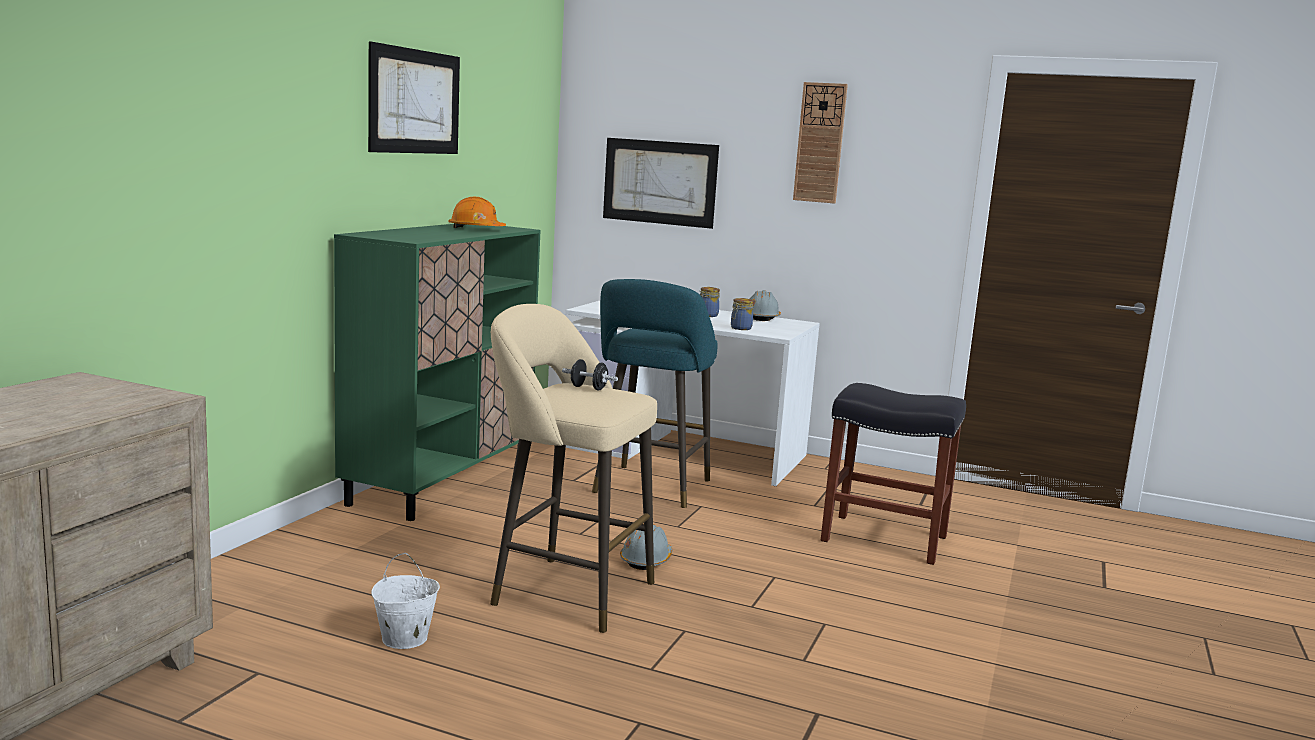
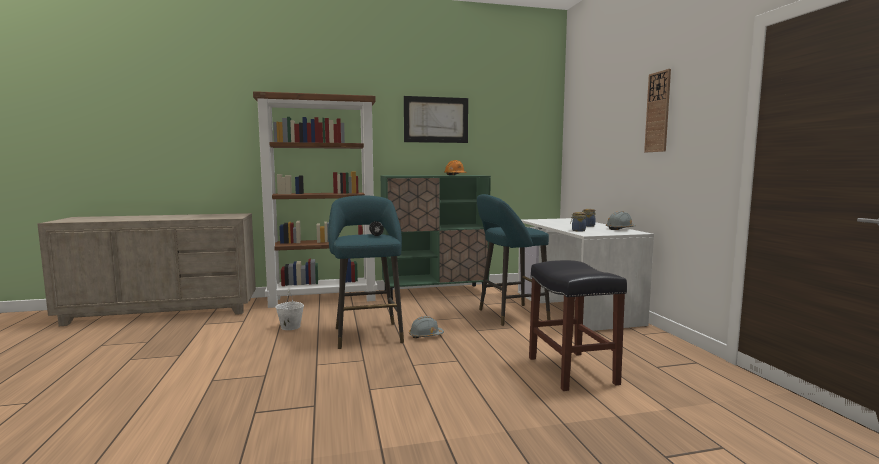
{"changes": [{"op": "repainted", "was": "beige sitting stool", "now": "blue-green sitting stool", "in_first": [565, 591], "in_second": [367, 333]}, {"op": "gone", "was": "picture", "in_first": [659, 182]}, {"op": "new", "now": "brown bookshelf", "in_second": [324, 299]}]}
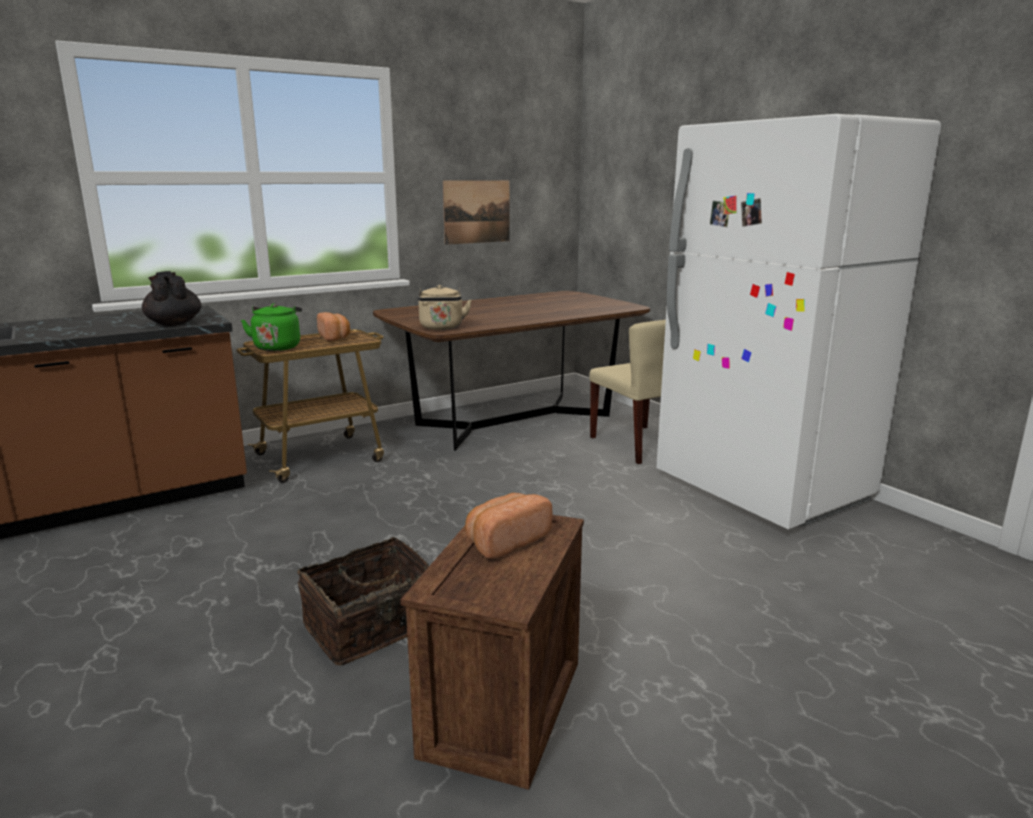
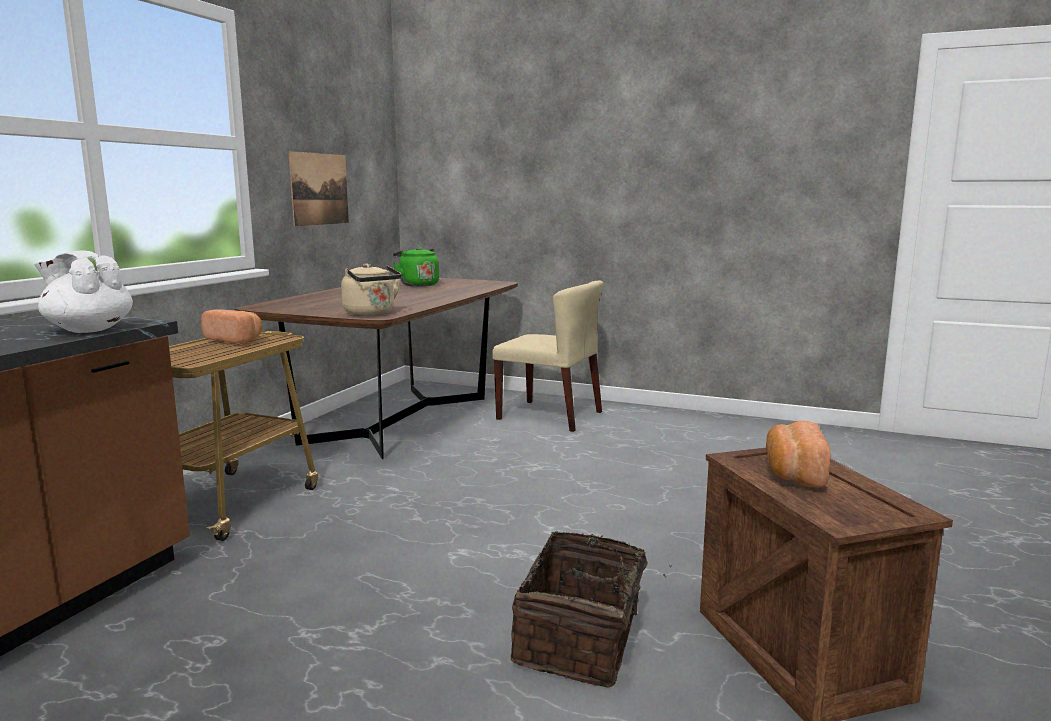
{"changes": [{"op": "repainted", "was": "blackish teapot", "now": "white teapot", "in_first": [174, 323], "in_second": [88, 330]}, {"op": "shifted", "was": "green-coloured water kettle", "in_first": [277, 347], "in_second": [417, 285]}, {"op": "gone", "was": "white refrigerator", "in_first": [762, 489]}]}
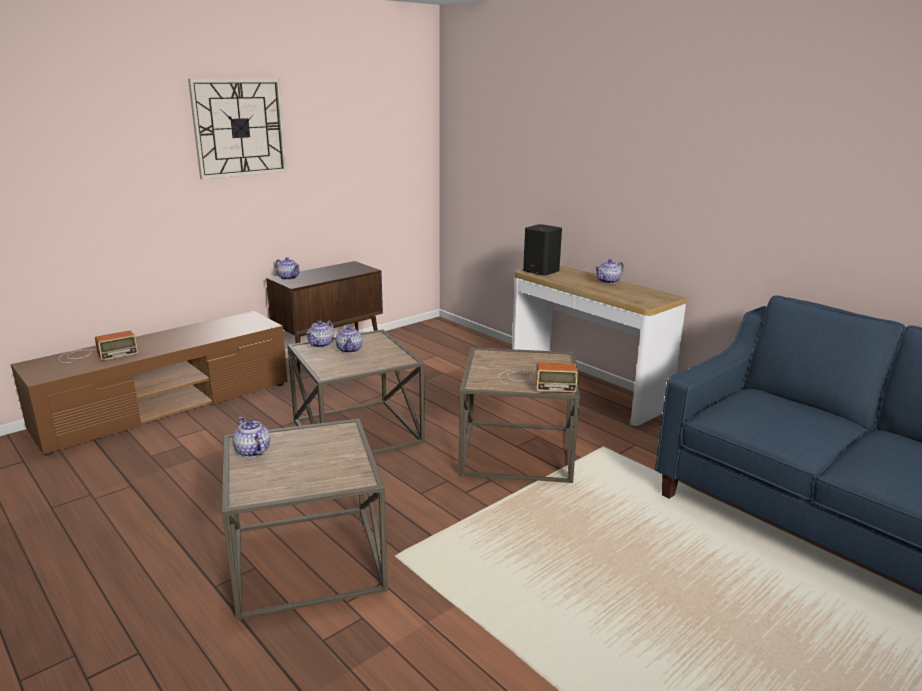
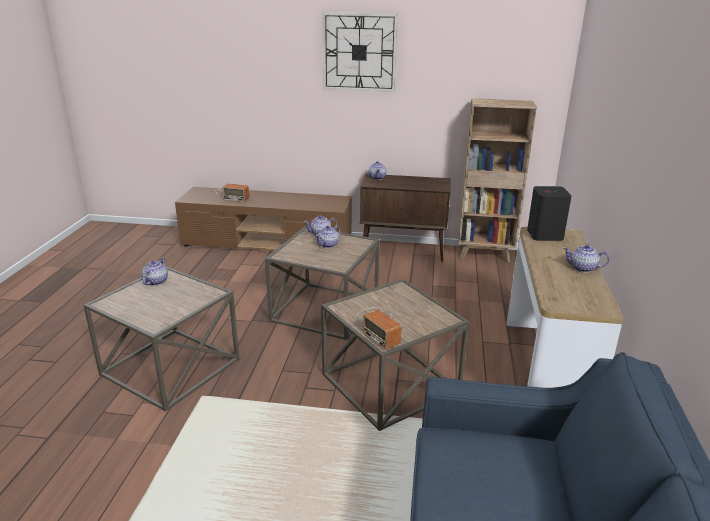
{"changes": [{"op": "new", "now": "brown bookshelf", "in_second": [485, 255]}]}
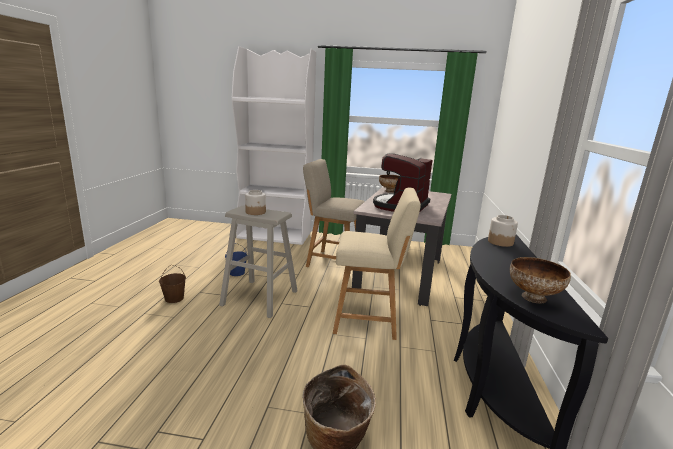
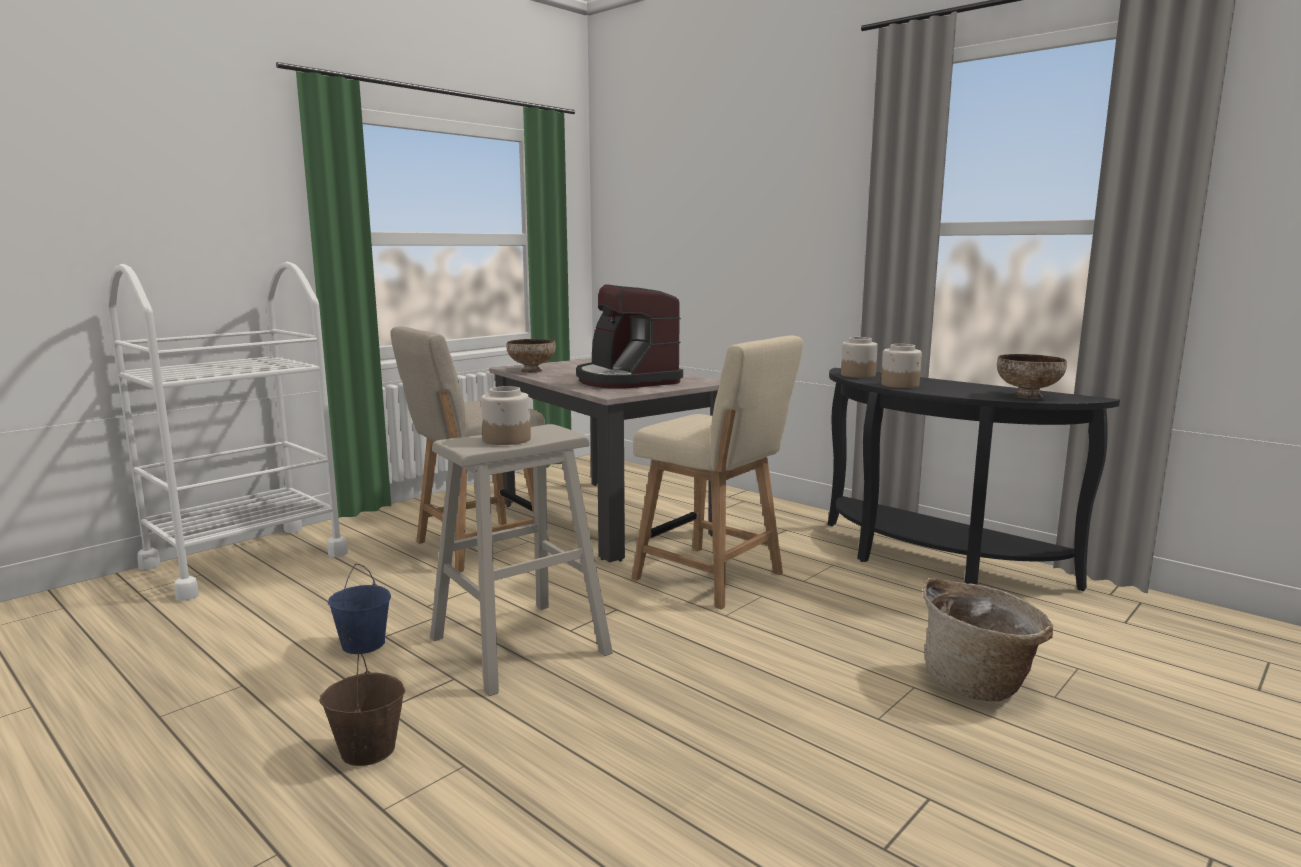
{"changes": [{"op": "swapped", "was": "white bookshelf", "now": "white wheeled cart", "in_first": [275, 235], "in_second": [245, 560]}, {"op": "rotated", "was": "beige chair", "in_first": [369, 320], "in_second": [714, 578], "clockwise": 90}, {"op": "new", "now": "storage jar", "in_second": [900, 385]}]}
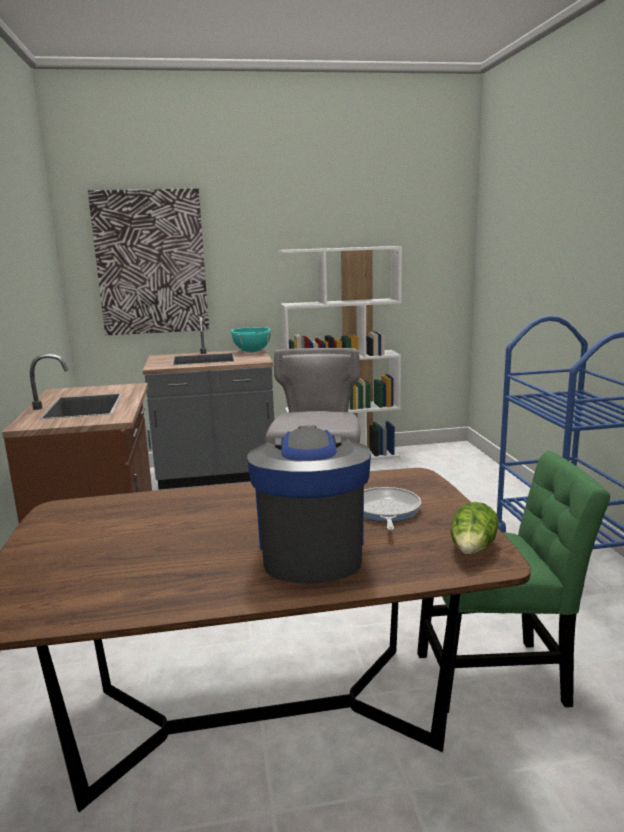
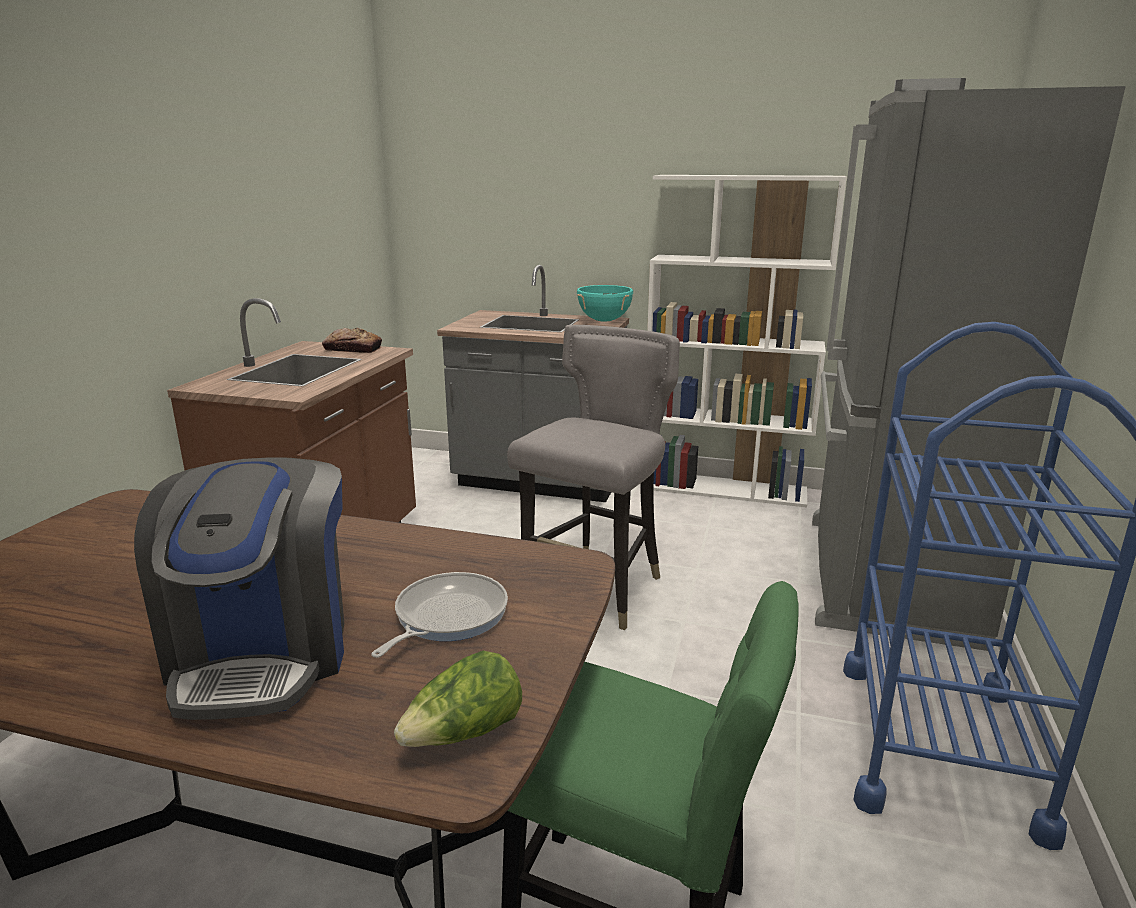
{"changes": [{"op": "gone", "was": "picture", "in_first": [151, 263]}, {"op": "rotated", "was": "coffee machine", "in_first": [311, 549], "in_second": [264, 652], "clockwise": 150}, {"op": "new", "now": "bread", "in_second": [352, 349]}, {"op": "new", "now": "gray refrigerator", "in_second": [884, 578]}]}
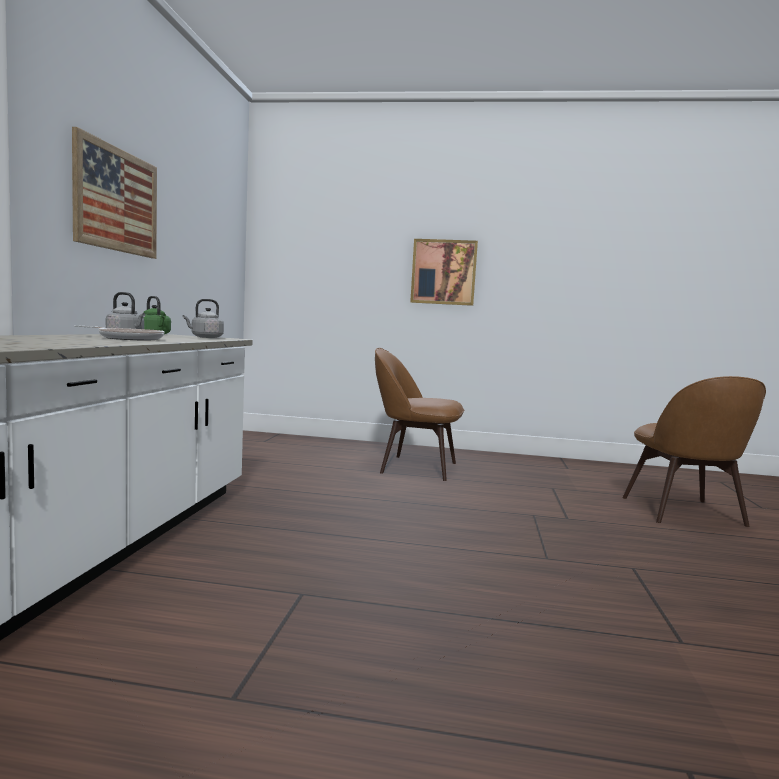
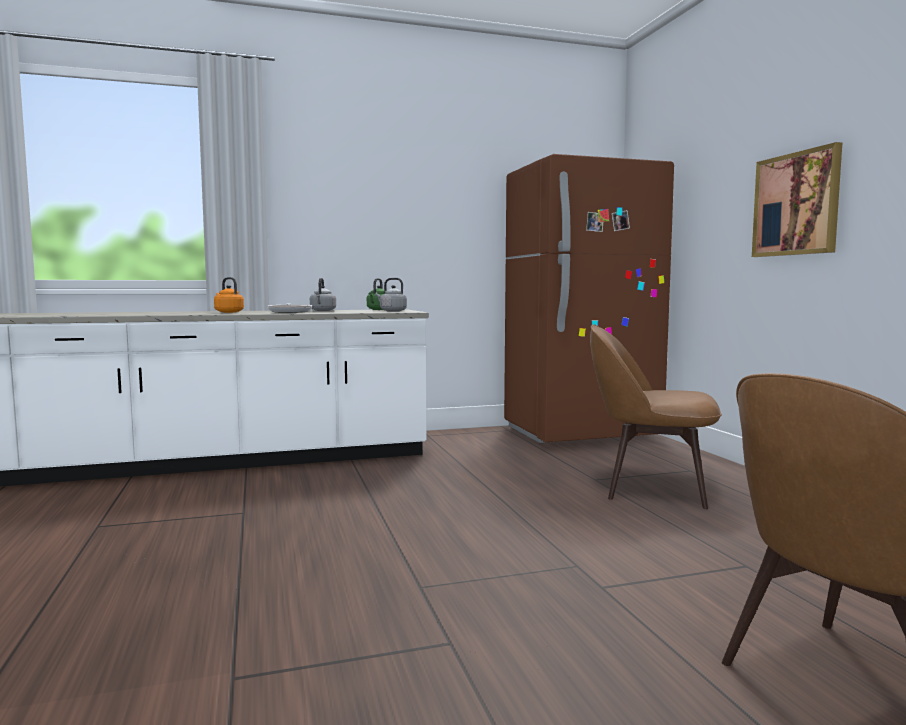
{"changes": [{"op": "gone", "was": "picture", "in_first": [117, 200]}, {"op": "rotated", "was": "brown chair", "in_first": [415, 467], "in_second": [651, 487], "clockwise": -60}, {"op": "new", "now": "orange water kettle", "in_second": [228, 312]}, {"op": "new", "now": "brown refrigerator", "in_second": [580, 433]}]}
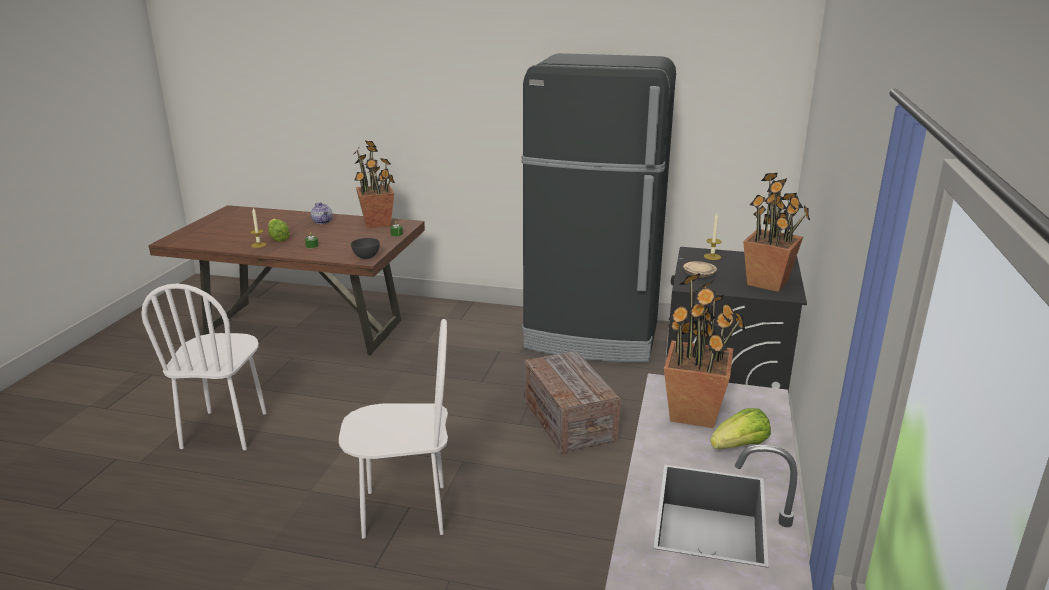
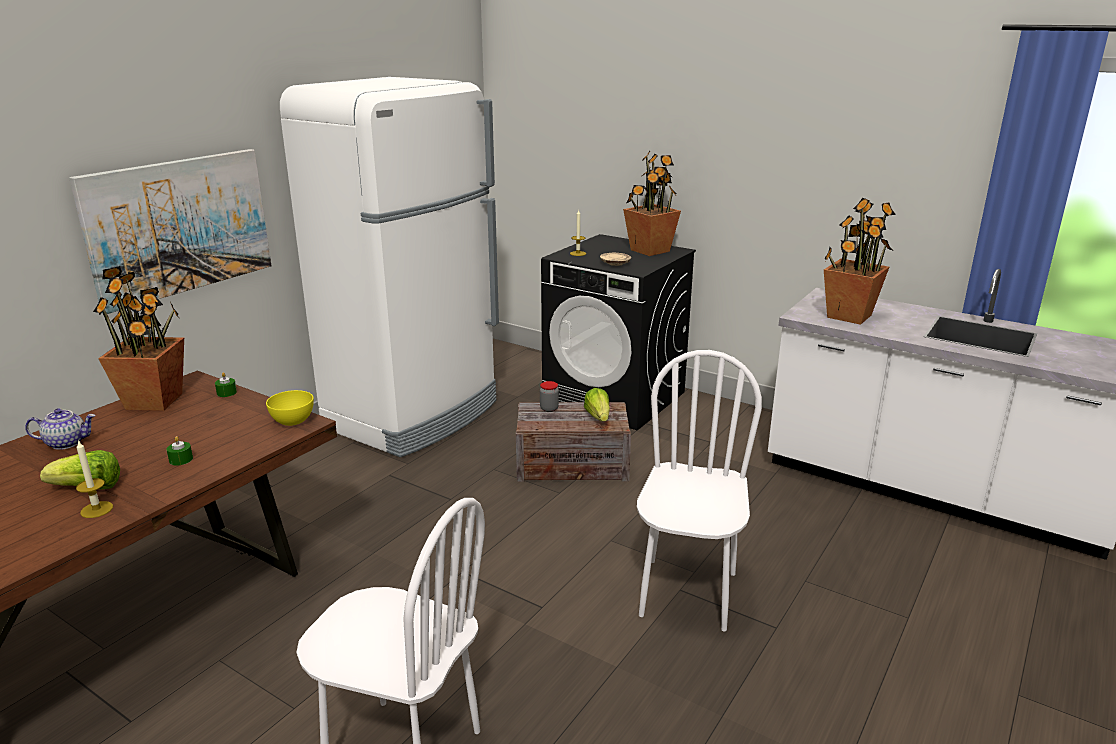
{"changes": [{"op": "repainted", "was": "gray serving bowl", "now": "yellow-coloured serving bowl", "in_first": [366, 257], "in_second": [293, 421]}, {"op": "repainted", "was": "blackish refrigerator", "now": "white refrigerator", "in_first": [592, 337], "in_second": [414, 415]}, {"op": "shifted", "was": "lettuce head", "in_first": [740, 446], "in_second": [598, 416]}, {"op": "new", "now": "picture", "in_second": [179, 226]}, {"op": "new", "now": "storage jar", "in_second": [549, 409]}]}
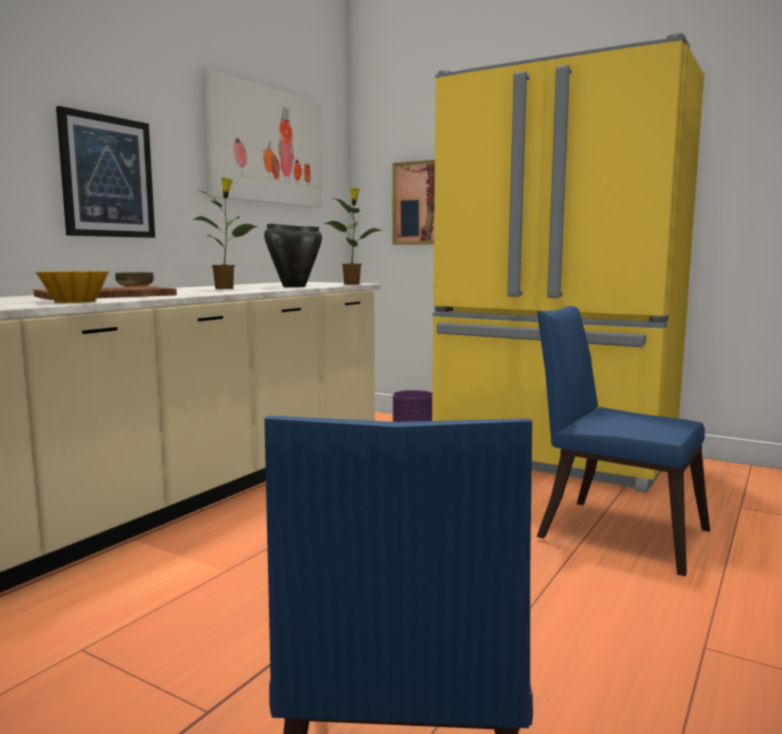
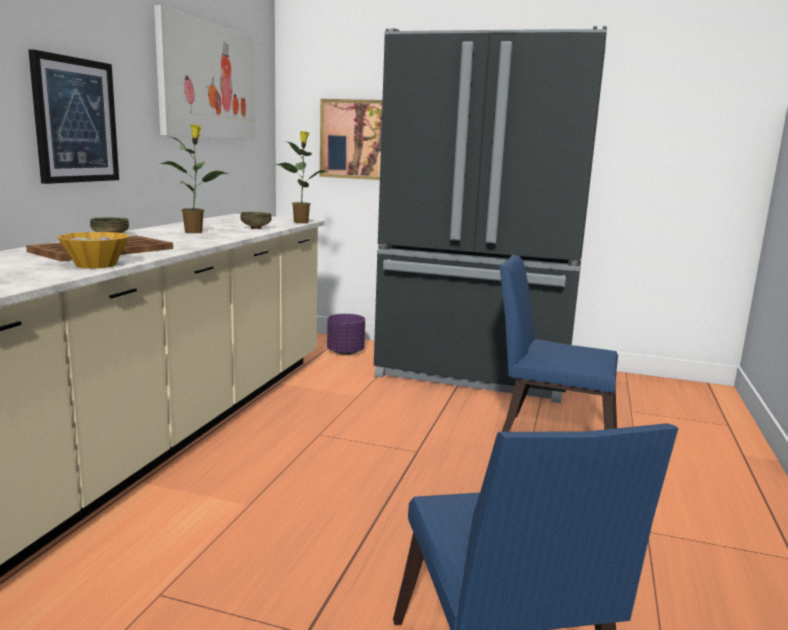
{"changes": [{"op": "swapped", "was": "blackish cooking pot", "now": "serving bowl", "in_first": [293, 287], "in_second": [255, 228]}, {"op": "repainted", "was": "yellow-coloured refrigerator", "now": "blackish refrigerator", "in_first": [553, 457], "in_second": [475, 373]}]}
